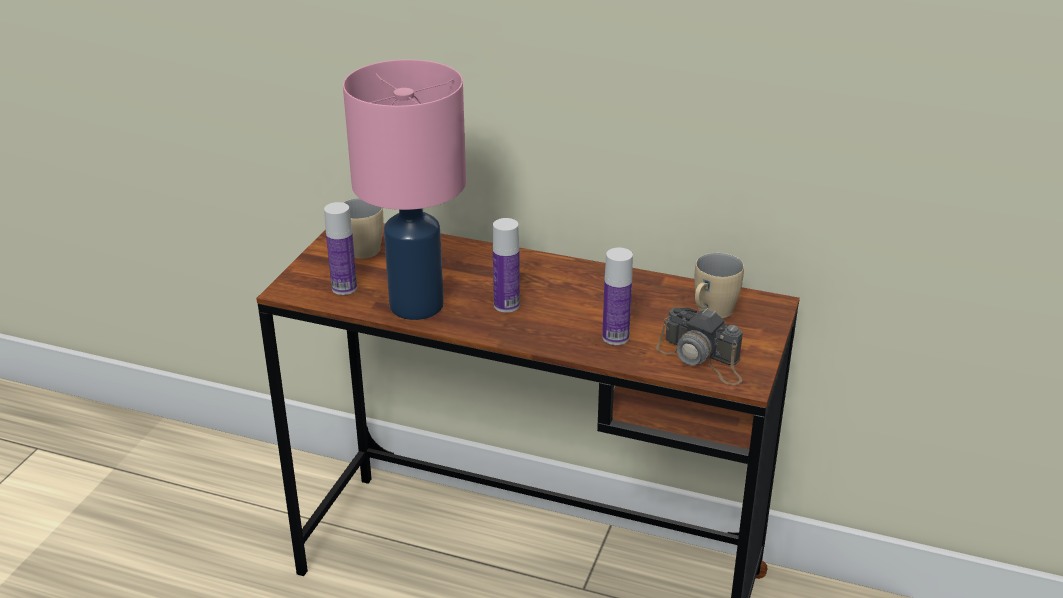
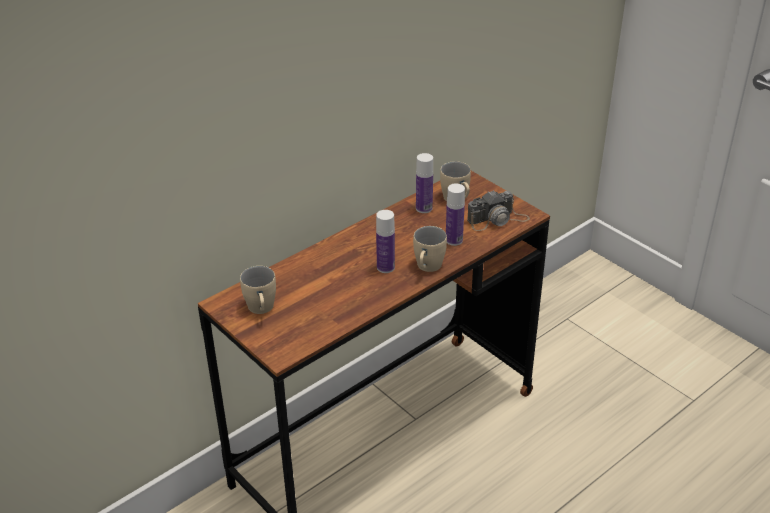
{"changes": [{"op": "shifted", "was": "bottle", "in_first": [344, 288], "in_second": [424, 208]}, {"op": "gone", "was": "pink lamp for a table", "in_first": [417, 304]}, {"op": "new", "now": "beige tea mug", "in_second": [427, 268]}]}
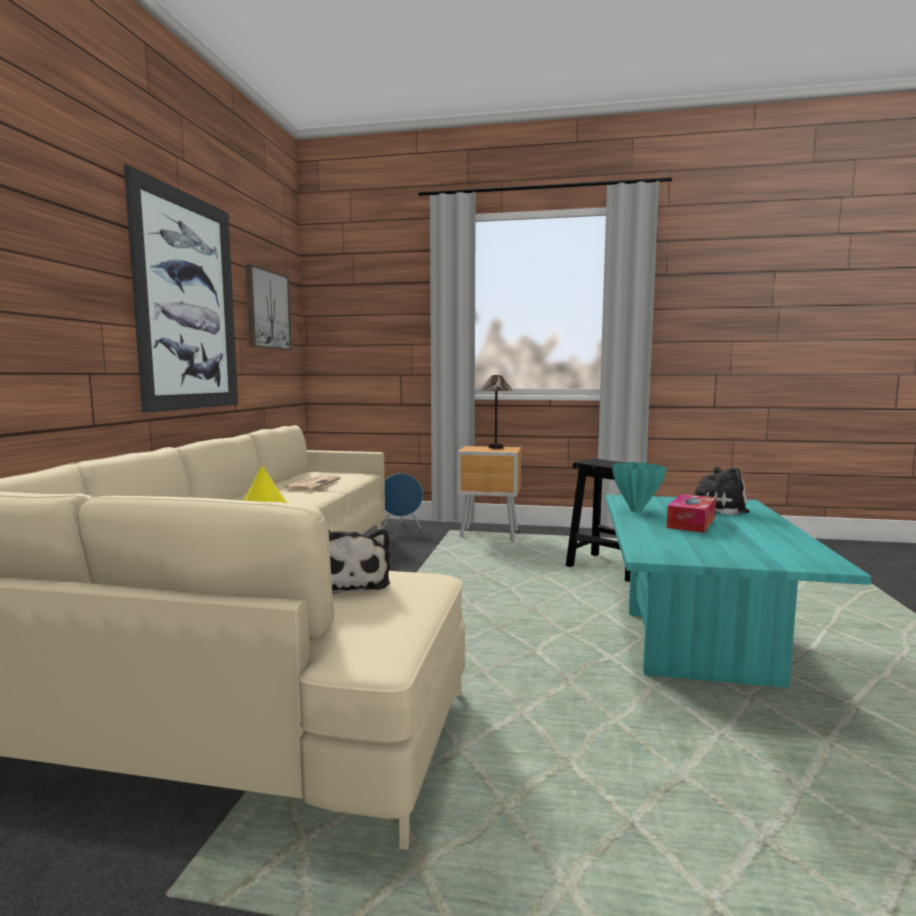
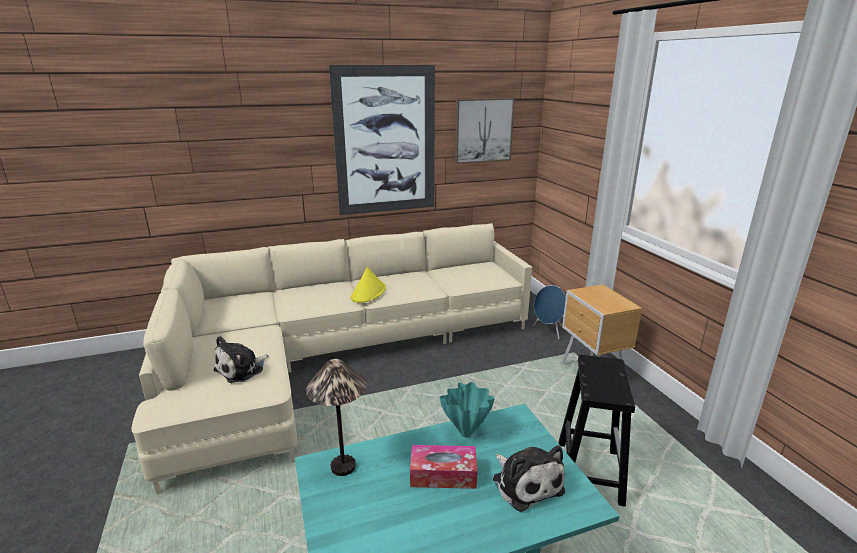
{"changes": [{"op": "gone", "was": "printed paper", "in_first": [312, 484]}, {"op": "shifted", "was": "lamp for a table", "in_first": [495, 447], "in_second": [343, 466]}]}
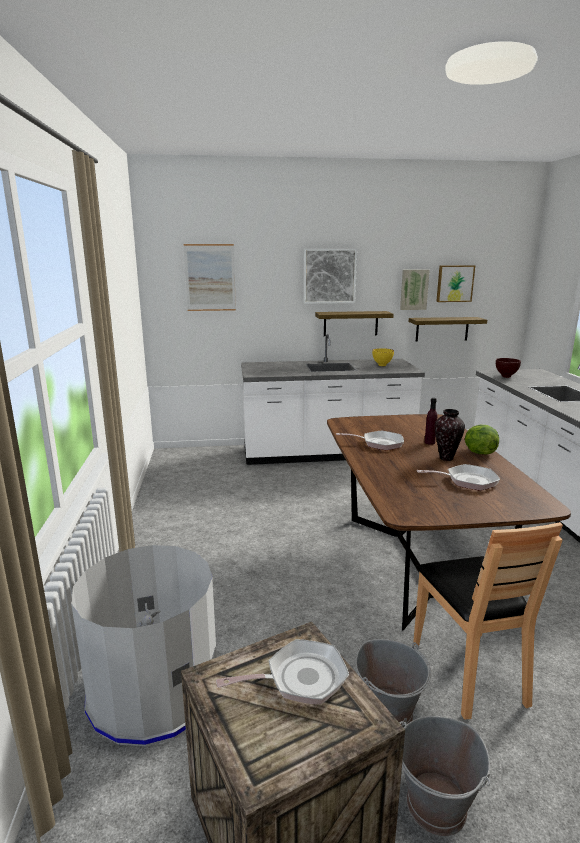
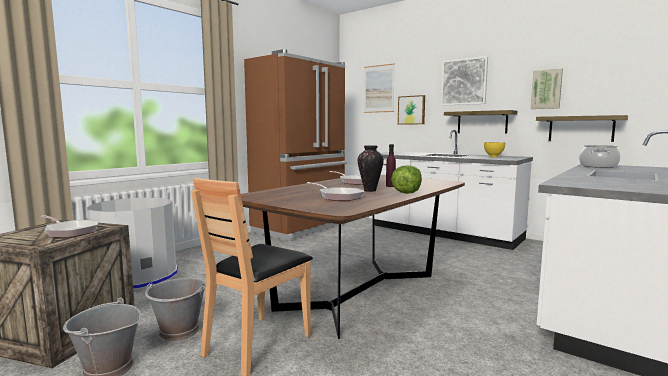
{"changes": [{"op": "shifted", "was": "picture", "in_first": [454, 283], "in_second": [411, 110]}, {"op": "swapped", "was": "brown serving bowl", "now": "cooking pot", "in_first": [505, 376], "in_second": [598, 166]}, {"op": "new", "now": "brown refrigerator", "in_second": [301, 228]}]}
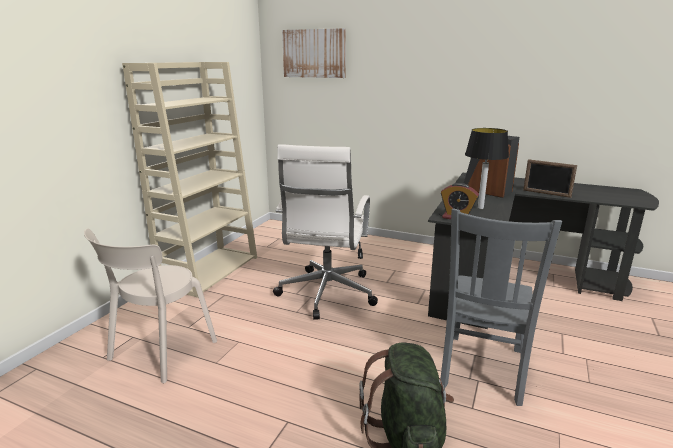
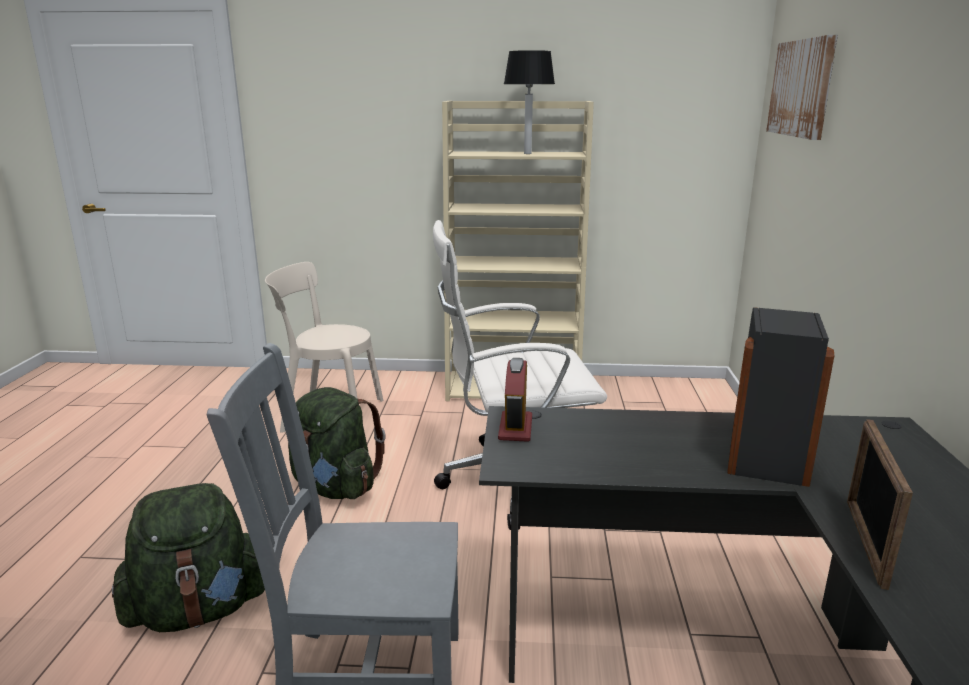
{"changes": [{"op": "shifted", "was": "lamp for a table", "in_first": [480, 208], "in_second": [527, 153]}, {"op": "new", "now": "green-coloured rucksack", "in_second": [335, 487]}]}
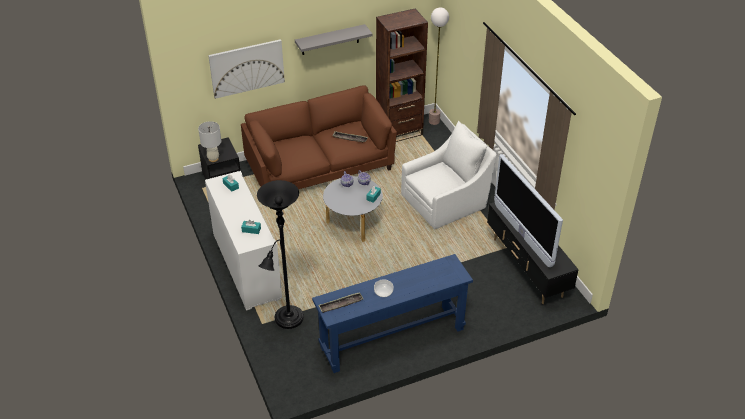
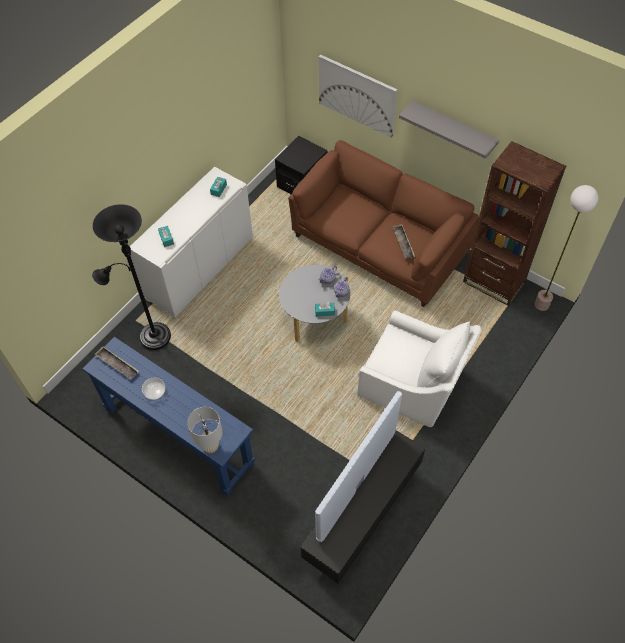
{"changes": [{"op": "shifted", "was": "white lamp for a table", "in_first": [213, 159], "in_second": [210, 446]}]}
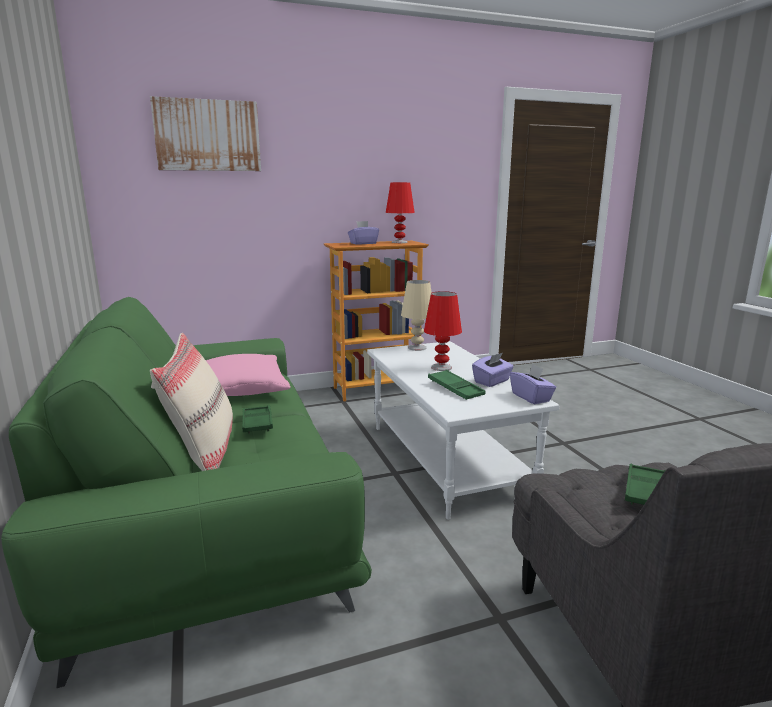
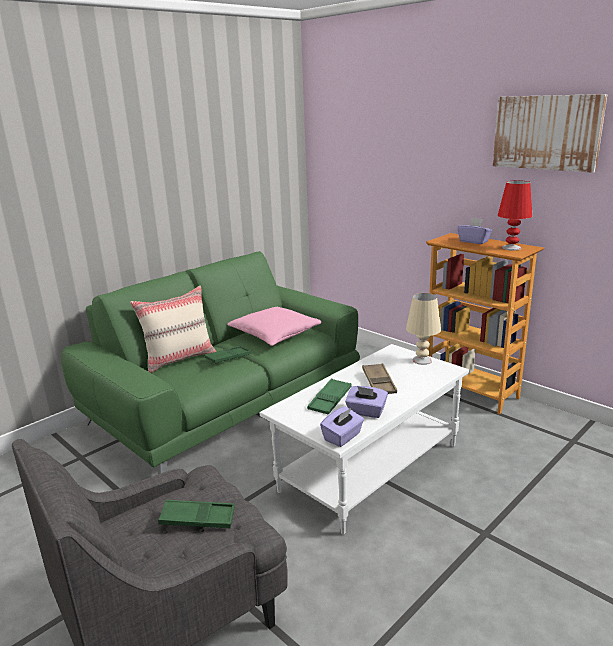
{"changes": [{"op": "shifted", "was": "picture", "in_first": [208, 135], "in_second": [546, 132]}, {"op": "swapped", "was": "red lamp for a table", "now": "brown carrying tray", "in_first": [441, 367], "in_second": [379, 383]}]}
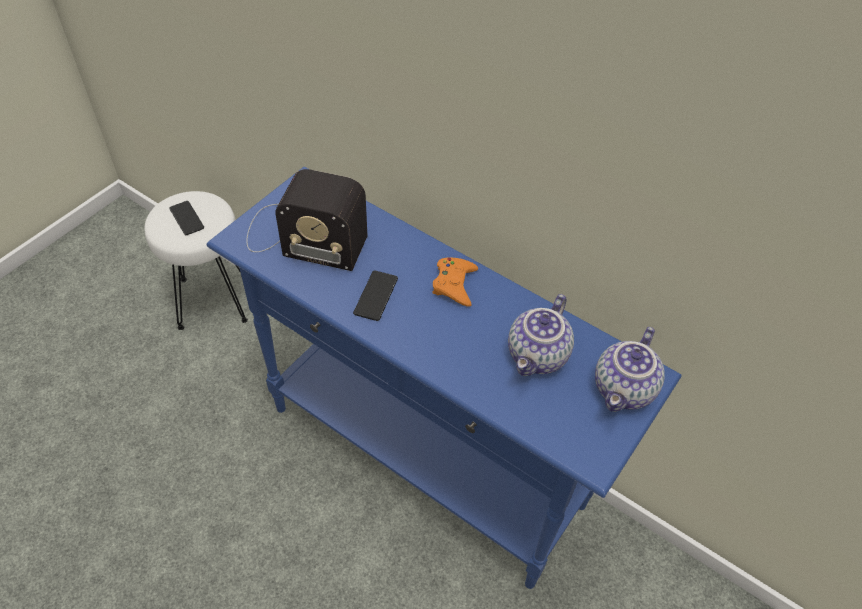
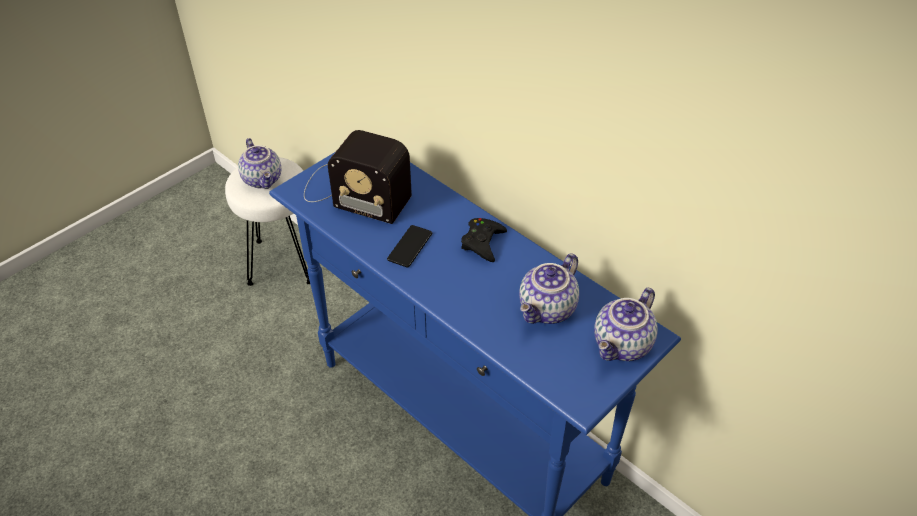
{"changes": [{"op": "swapped", "was": "handset", "now": "teapot", "in_first": [187, 218], "in_second": [263, 179]}, {"op": "repainted", "was": "orange game controller", "now": "blackish game controller", "in_first": [454, 284], "in_second": [483, 243]}]}
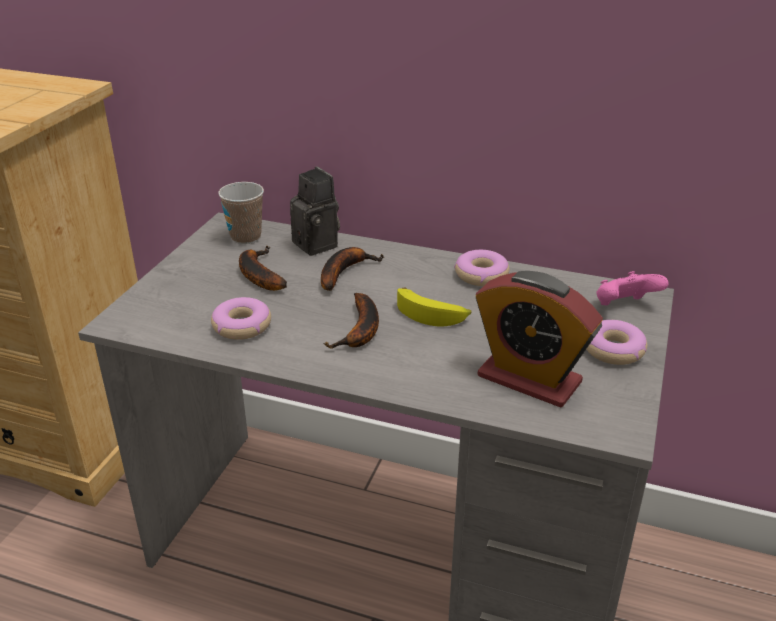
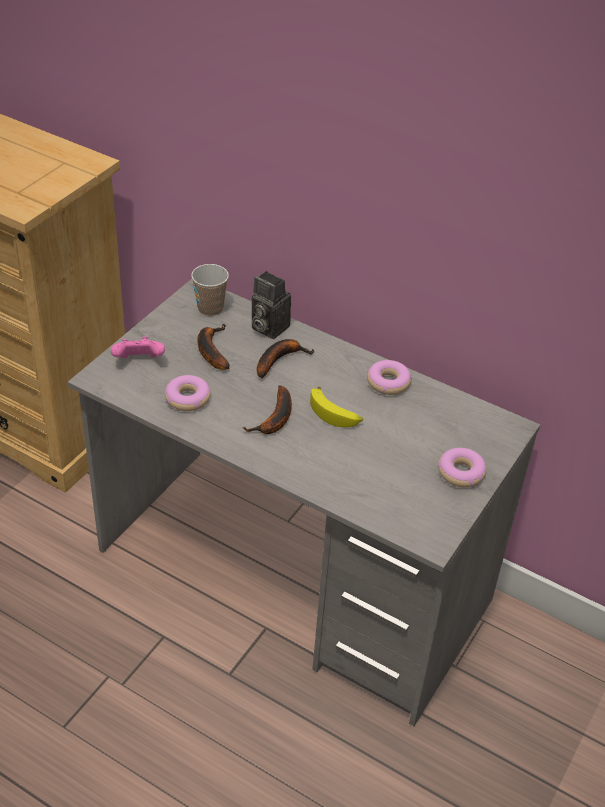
{"changes": [{"op": "rotated", "was": "photo camera", "in_first": [319, 245], "in_second": [267, 327], "clockwise": 150}, {"op": "gone", "was": "table clock", "in_first": [529, 379]}, {"op": "shifted", "was": "pink game controller", "in_first": [624, 307], "in_second": [139, 361]}]}
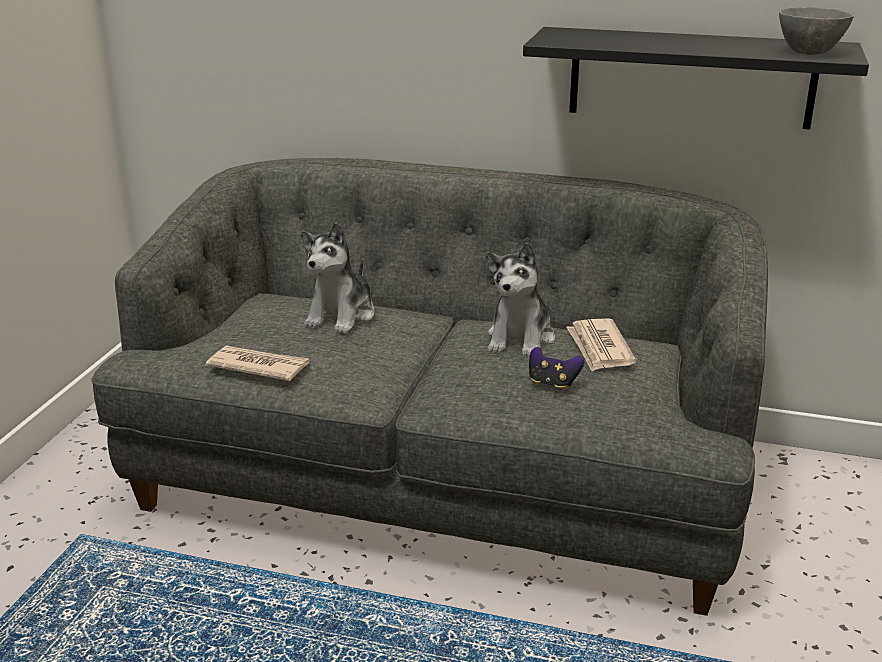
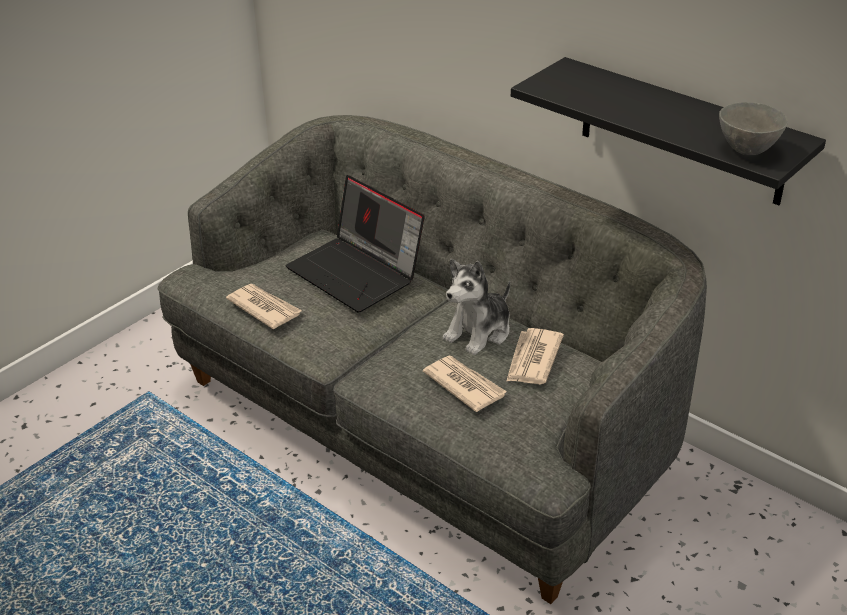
{"changes": [{"op": "swapped", "was": "cuddly toy", "now": "notebook computer", "in_first": [341, 316], "in_second": [357, 273]}, {"op": "swapped", "was": "game controller", "now": "printed paper", "in_first": [552, 383], "in_second": [464, 385]}]}
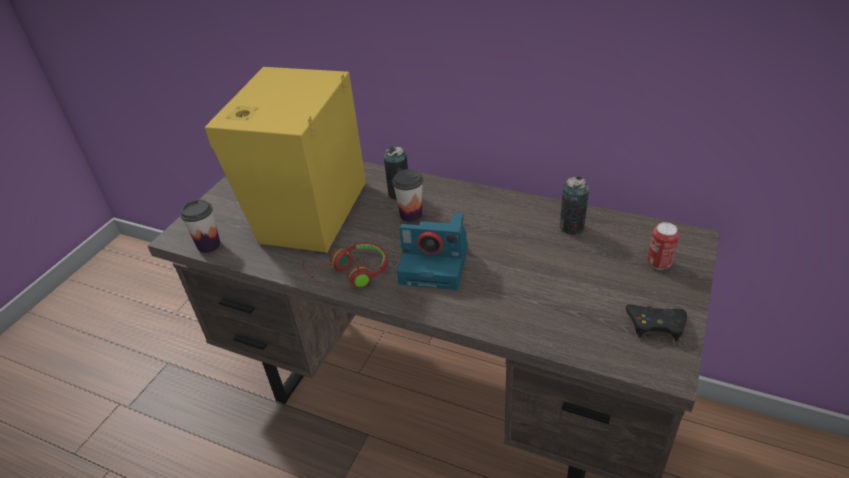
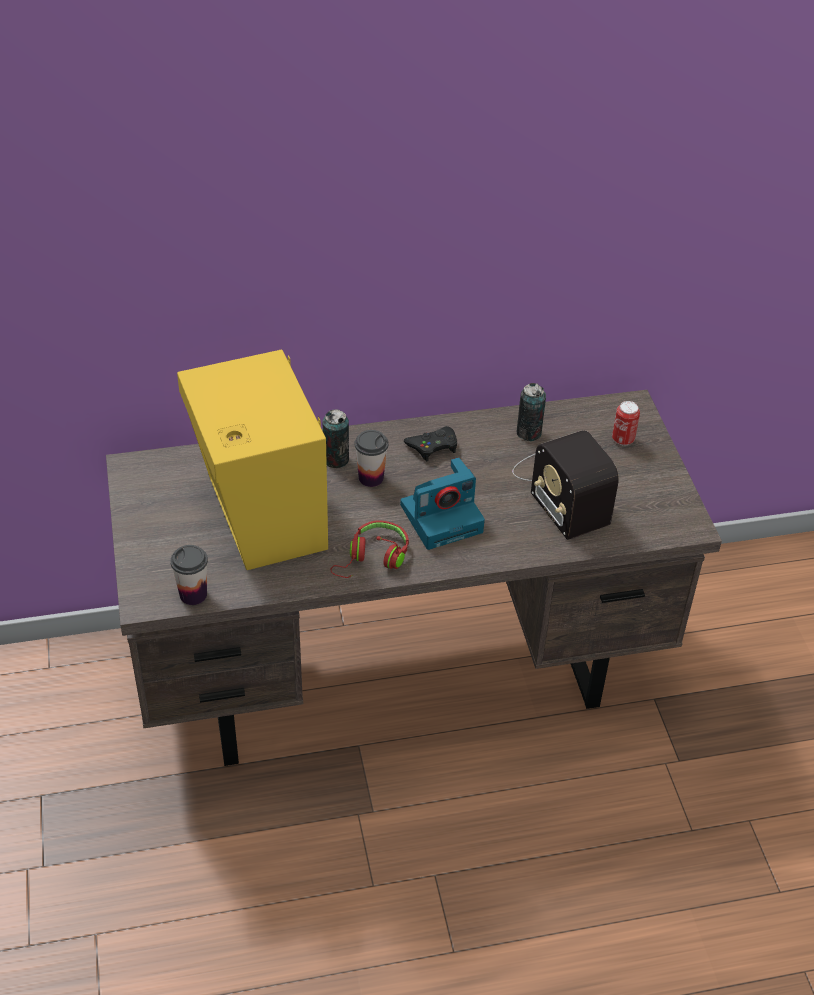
{"changes": [{"op": "shifted", "was": "blackish game controller", "in_first": [656, 324], "in_second": [433, 446]}, {"op": "new", "now": "radio", "in_second": [561, 489]}]}
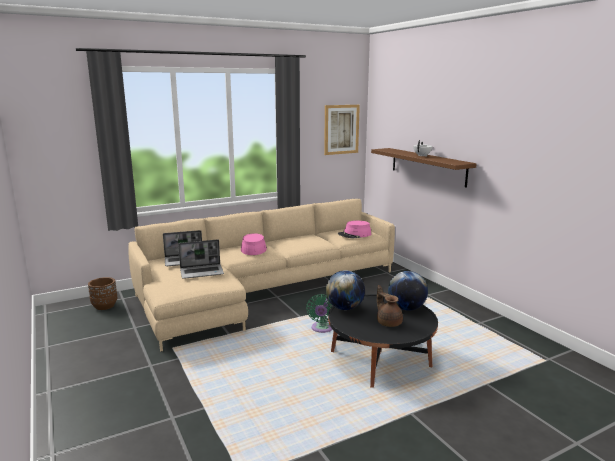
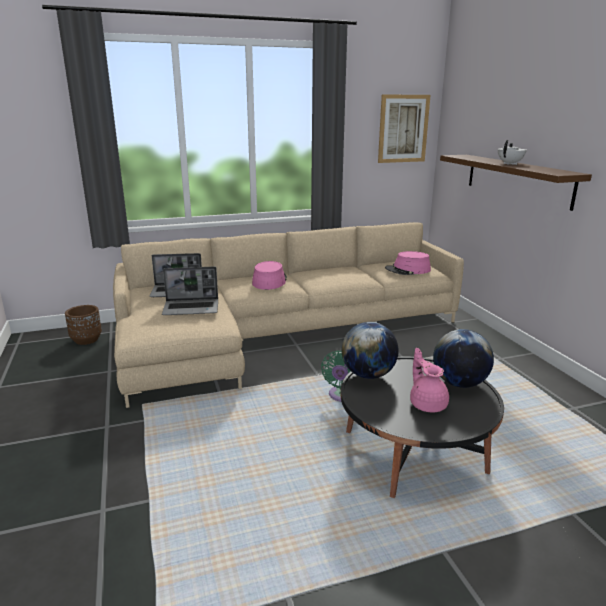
{"changes": [{"op": "repainted", "was": "brown teapot", "now": "pink teapot", "in_first": [388, 322], "in_second": [427, 404]}]}
